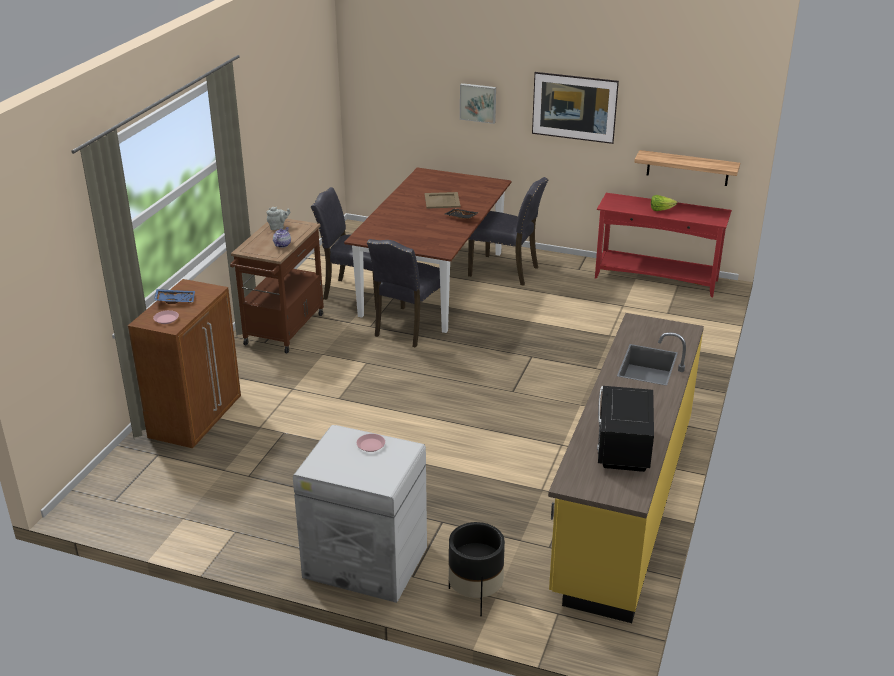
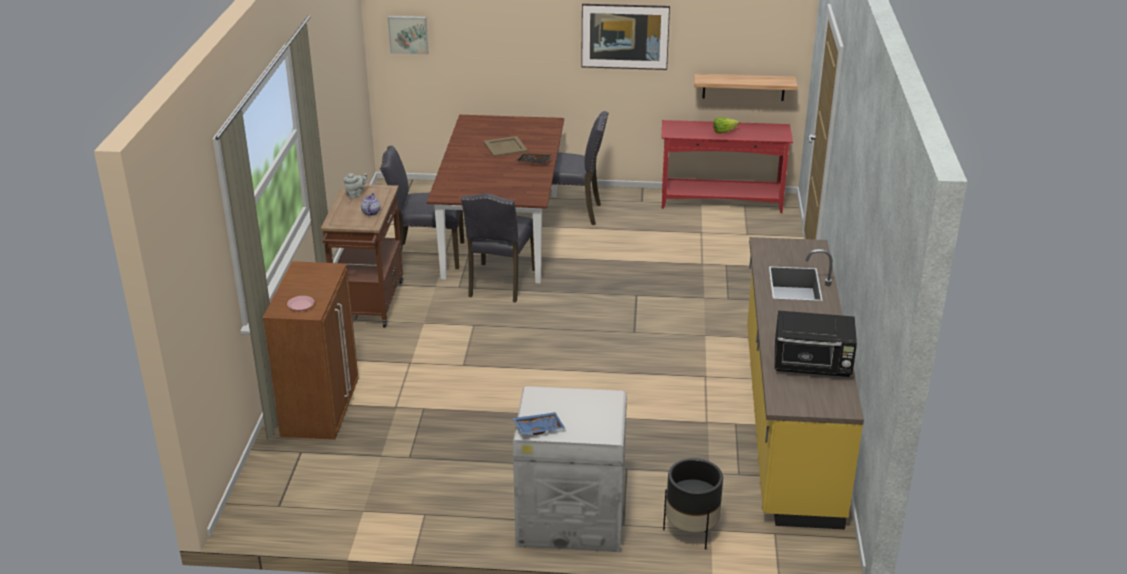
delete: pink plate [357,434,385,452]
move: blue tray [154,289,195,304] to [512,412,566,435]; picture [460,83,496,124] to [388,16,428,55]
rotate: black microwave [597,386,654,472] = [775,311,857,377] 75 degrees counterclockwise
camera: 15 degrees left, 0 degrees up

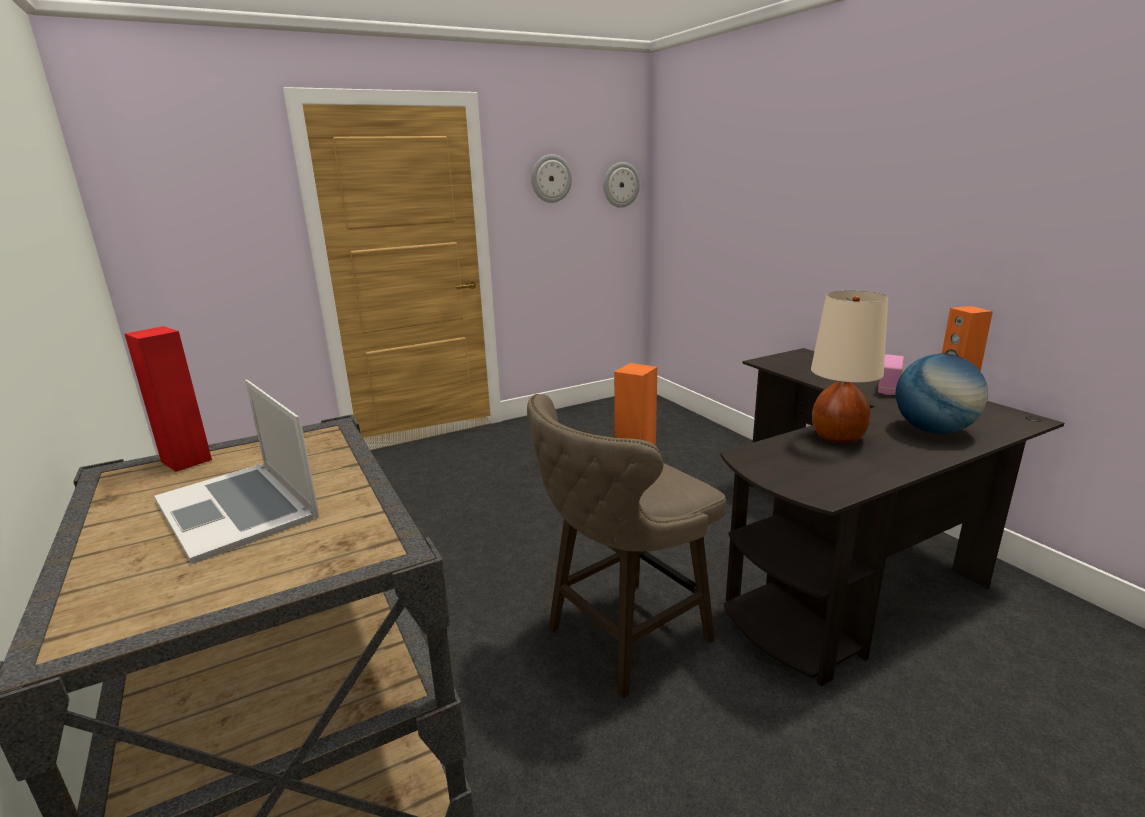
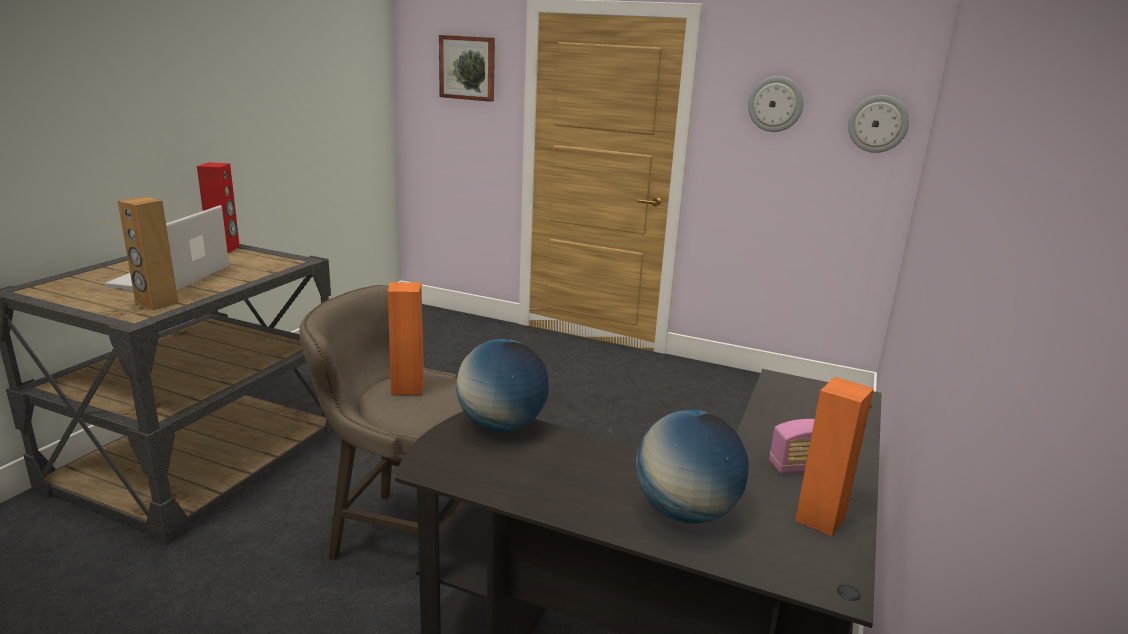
delete: beige table lamp [811,291,888,443]
insert: brown speaker [118,196,178,310]; picture [439,35,495,102]; globe [456,339,549,432]
camera: 50 degrees right, 0 degrees up

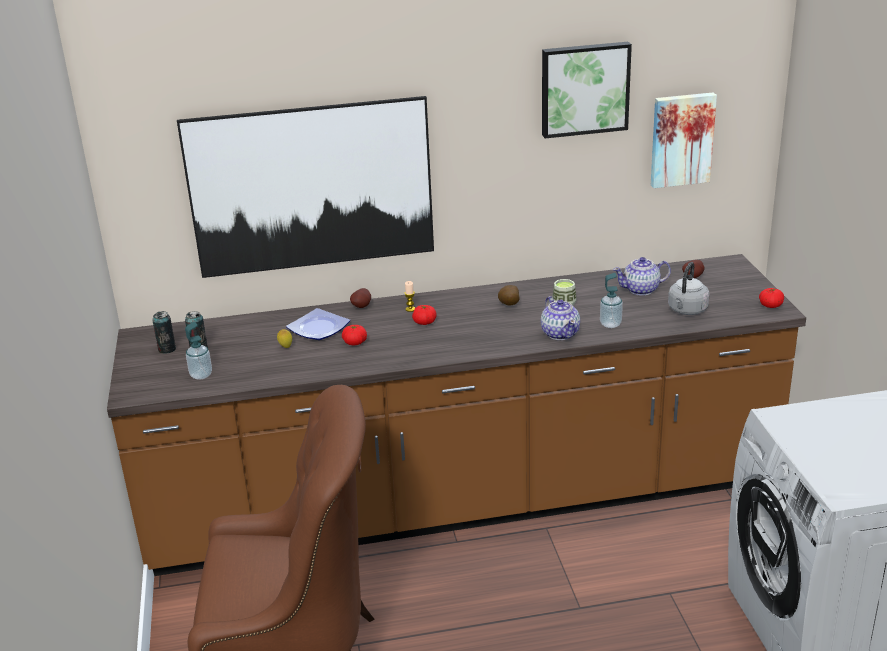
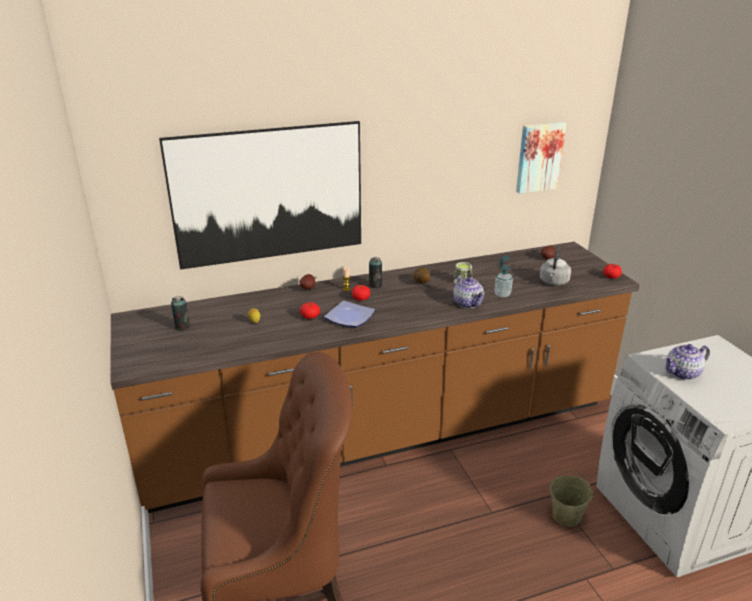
delete: soap dispenser [185,322,212,380]; picture [542,42,632,138]
insert: beige bucket [550,471,593,527]
move: can [152,311,176,354] to [369,257,382,289]; plate [286,308,350,340] to [324,301,375,327]; teapot [613,257,671,296] to [665,344,710,380]
camera: 10 degrees left, 0 degrees up

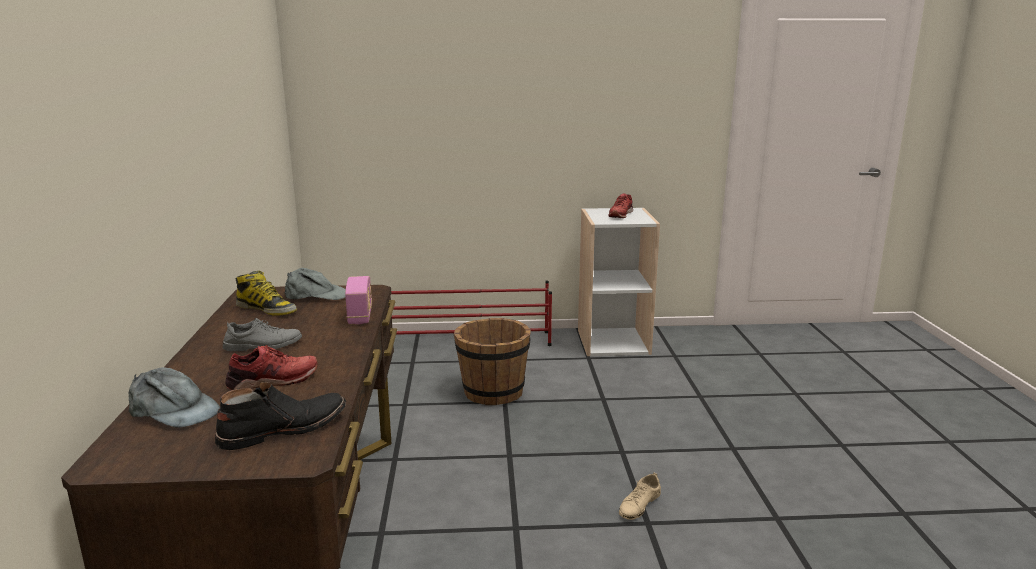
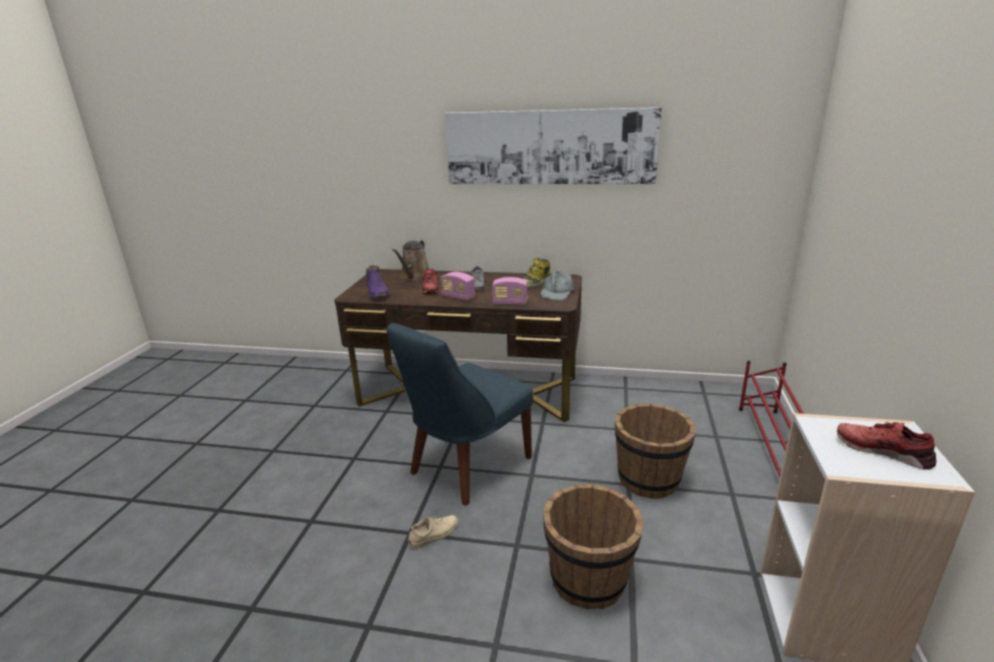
insert: blue chair [387,323,533,506]; radio [441,272,475,301]; picture [445,107,662,184]; brown bucket [543,484,644,609]
replace: grey cap [129,367,220,428] to brown watering can [392,240,429,280]
recolor: black boot [215,382,346,450] to purple boot [366,266,389,298]
rotate: beige shoe [619,472,661,520] = [408,515,458,548] 90 degrees clockwise
camera: 105 degrees right, 5 degrees up

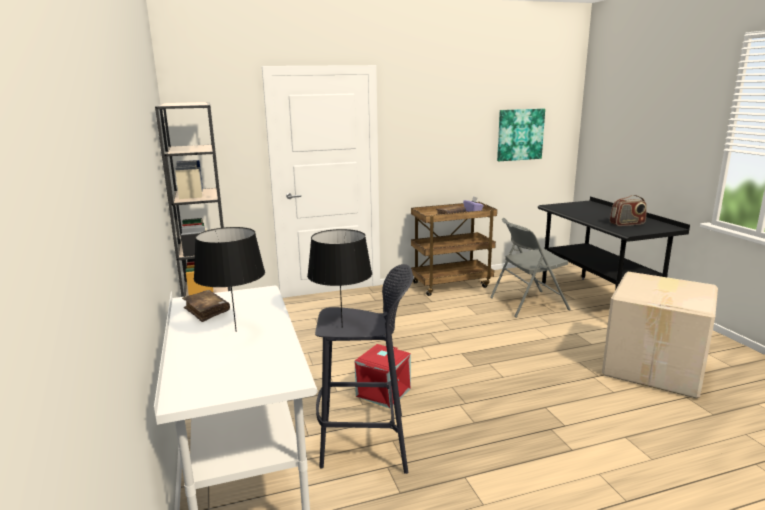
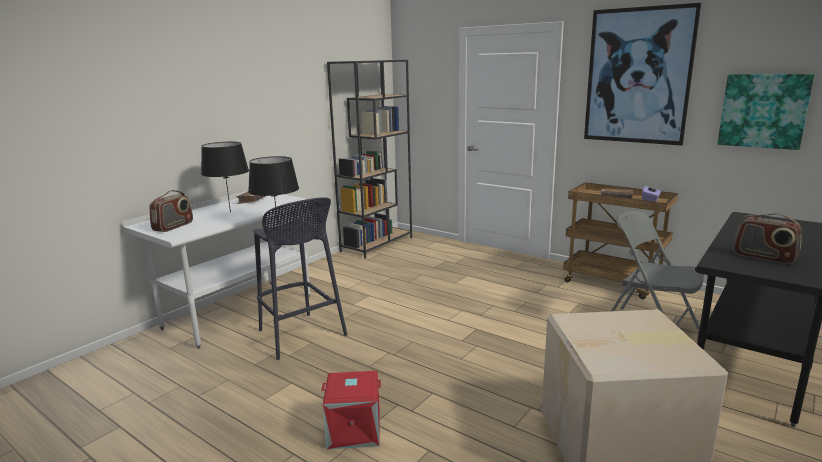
insert: radio [149,190,193,232]; picture [584,3,701,145]
move: red storage box [355,344,411,408] to [321,371,381,449]
camera: 55 degrees right, 0 degrees up

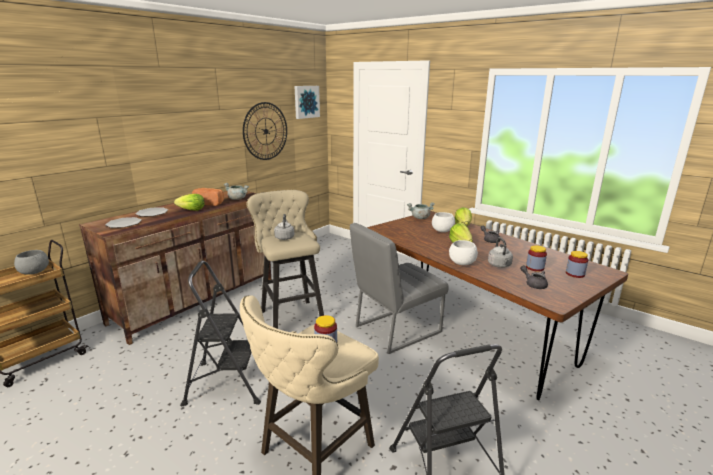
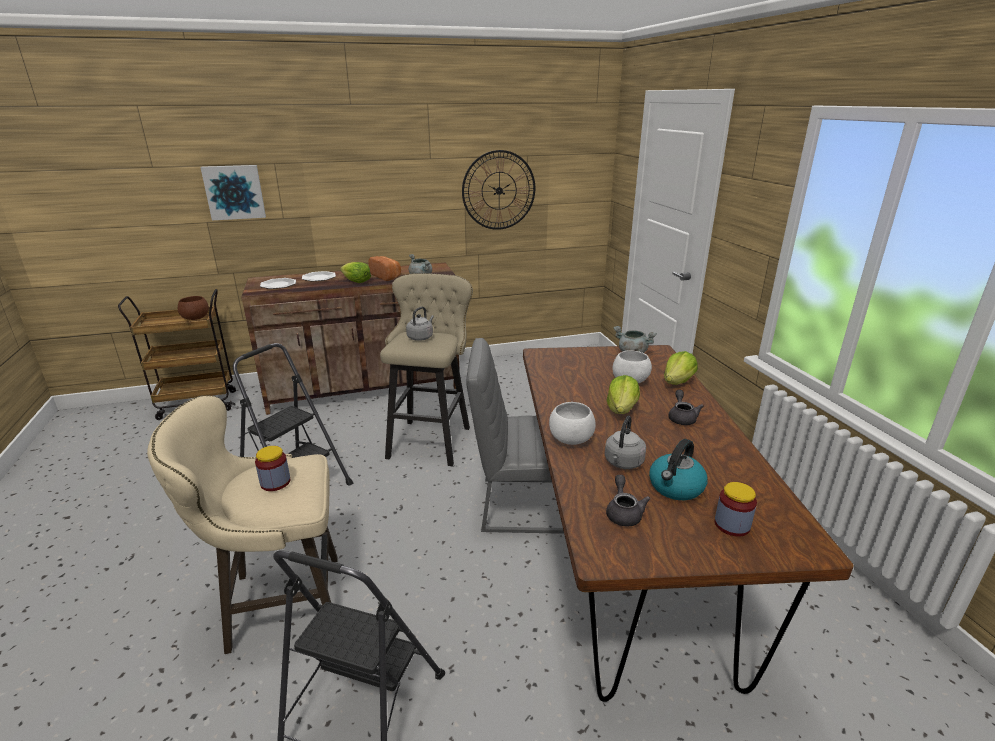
move: picture [294,86,320,119] to [200,165,266,220]
replace: jar [526,245,547,272] to kettle [649,439,708,500]
recolor: grey bowl [14,250,49,275] to brown bowl [178,296,209,320]
camera: 35 degrees right, 5 degrees up

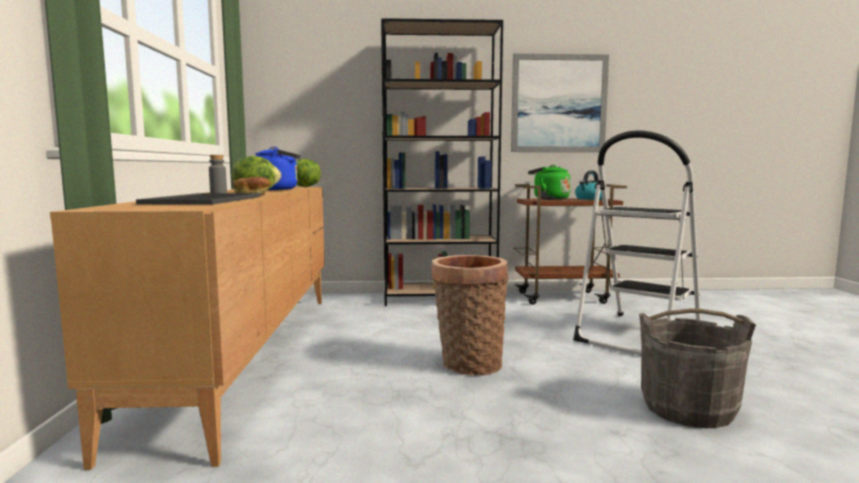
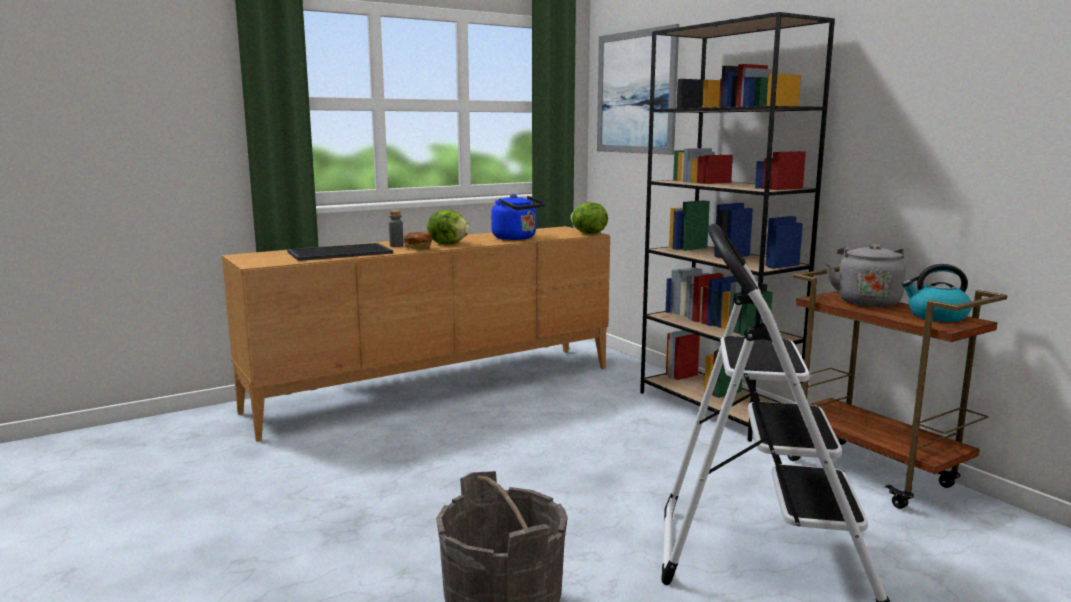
delete: basket [431,255,508,375]
move: picture [511,54,609,152] to [597,24,679,155]
recolor: green kettle [528,165,571,200] to grey kettle [826,244,906,307]
camera: 60 degrees right, 5 degrees up

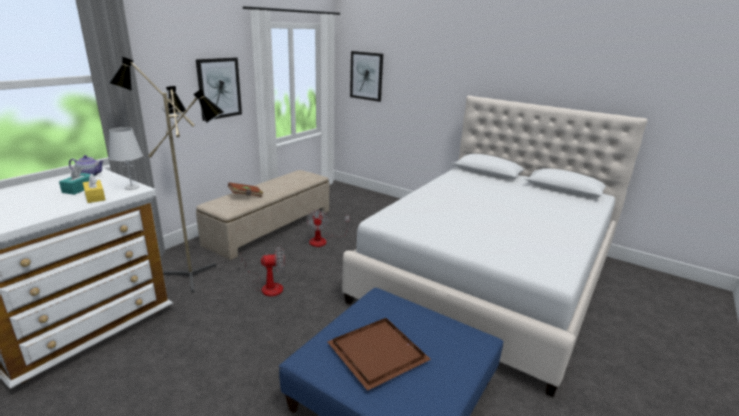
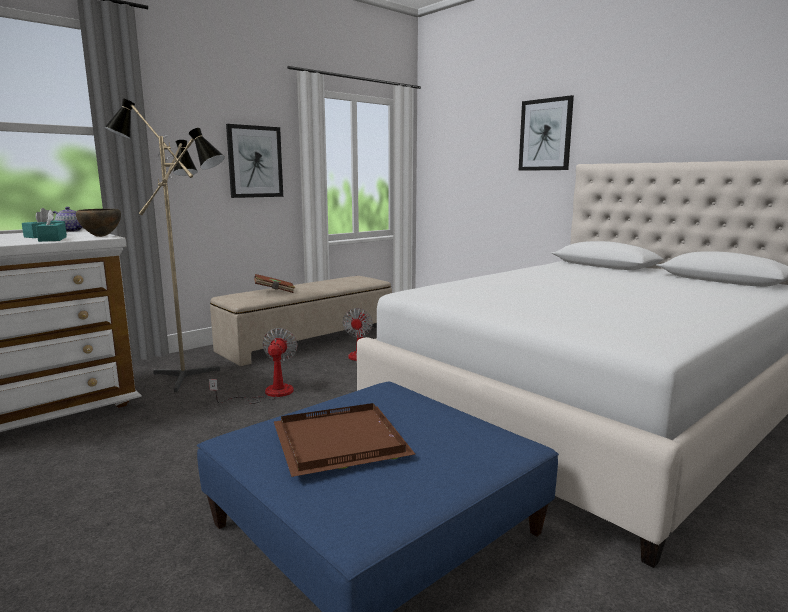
move: picture [350,51,383,102] to [519,95,574,171]
replace: white table lamp [109,127,143,190] to brown bowl [76,209,121,237]
recolor: yellow tissue box [83,174,105,203] to turquoise tissue box [36,210,66,242]
rotate: fan [240,247,285,296] = [209,328,298,404] 90 degrees counterclockwise
camera: 15 degrees right, 10 degrees down

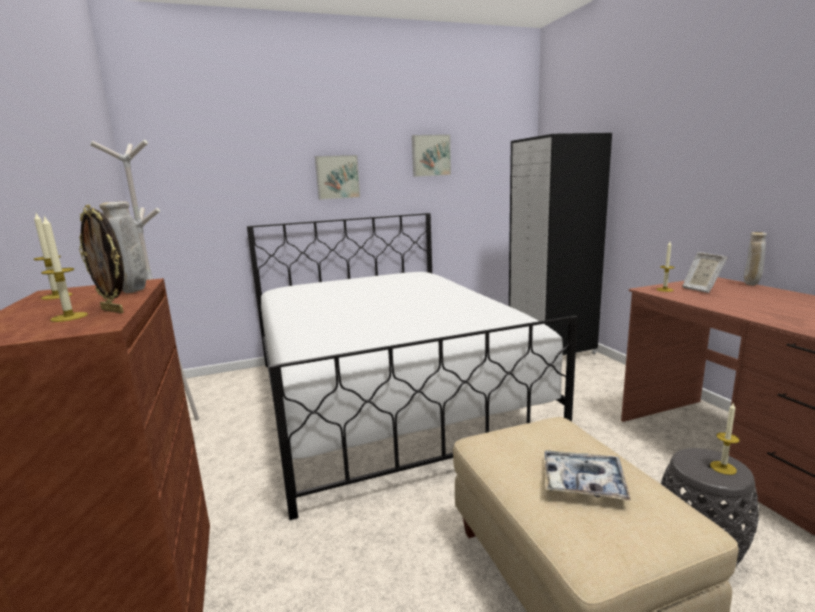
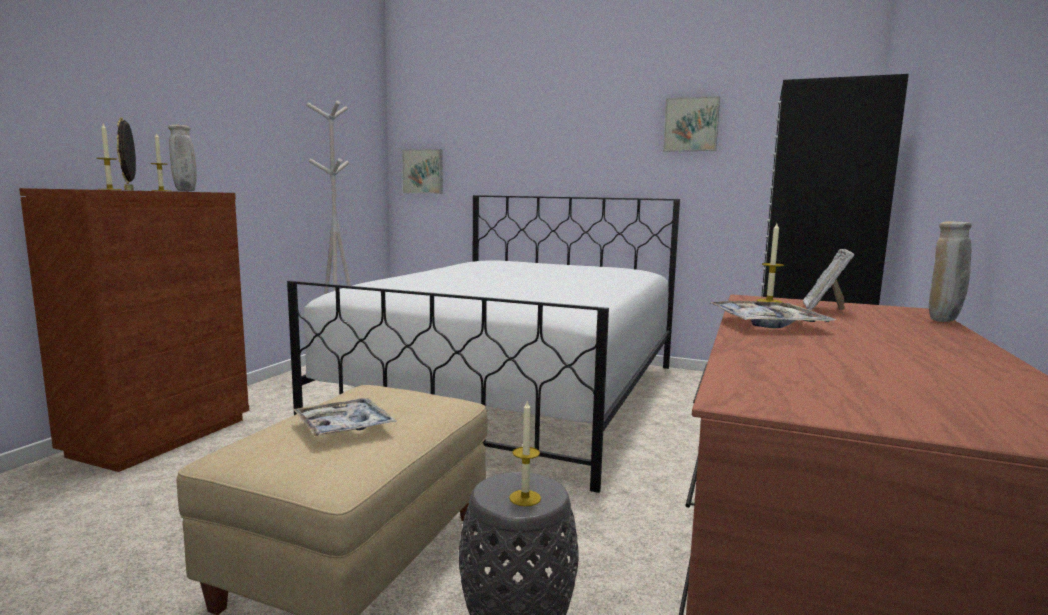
insert: tray [708,301,836,328]
move: picture [315,155,360,200] to [402,149,443,194]
camera: 40 degrees right, 5 degrees down

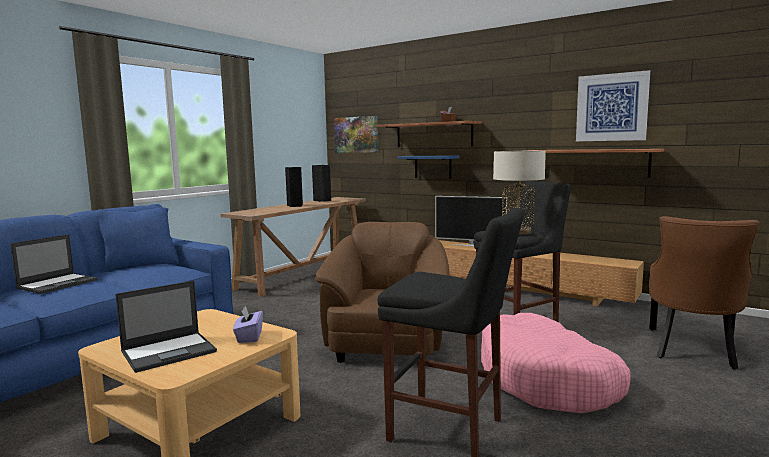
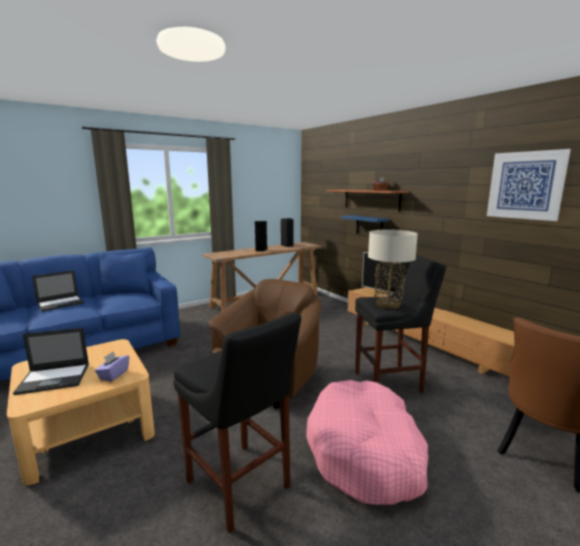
delete: picture [334,116,378,153]; shelf [525,149,665,178]
camera: 20 degrees right, 5 degrees up

